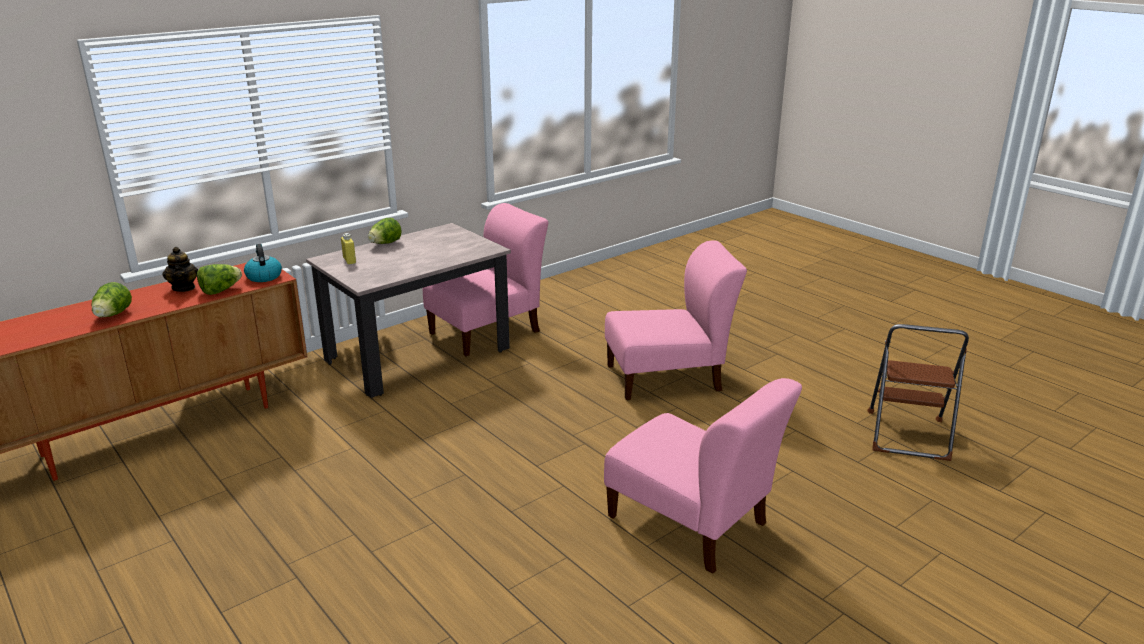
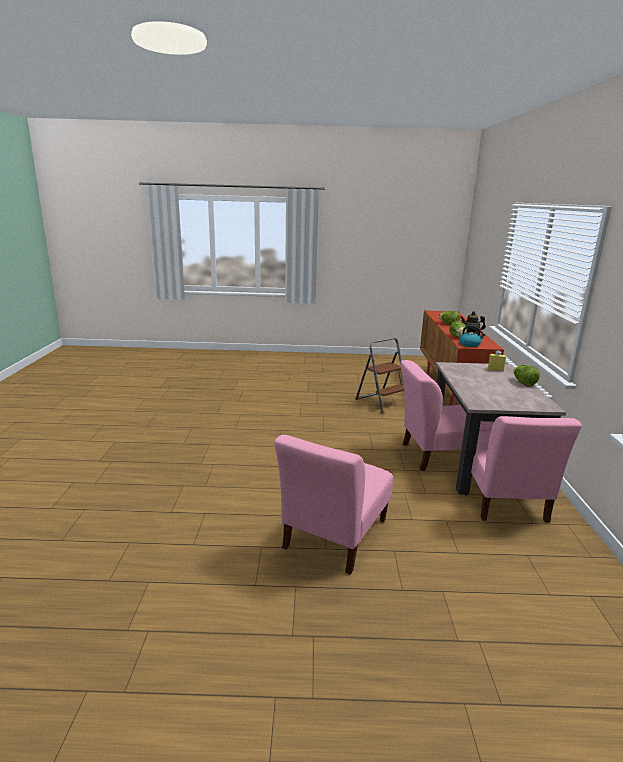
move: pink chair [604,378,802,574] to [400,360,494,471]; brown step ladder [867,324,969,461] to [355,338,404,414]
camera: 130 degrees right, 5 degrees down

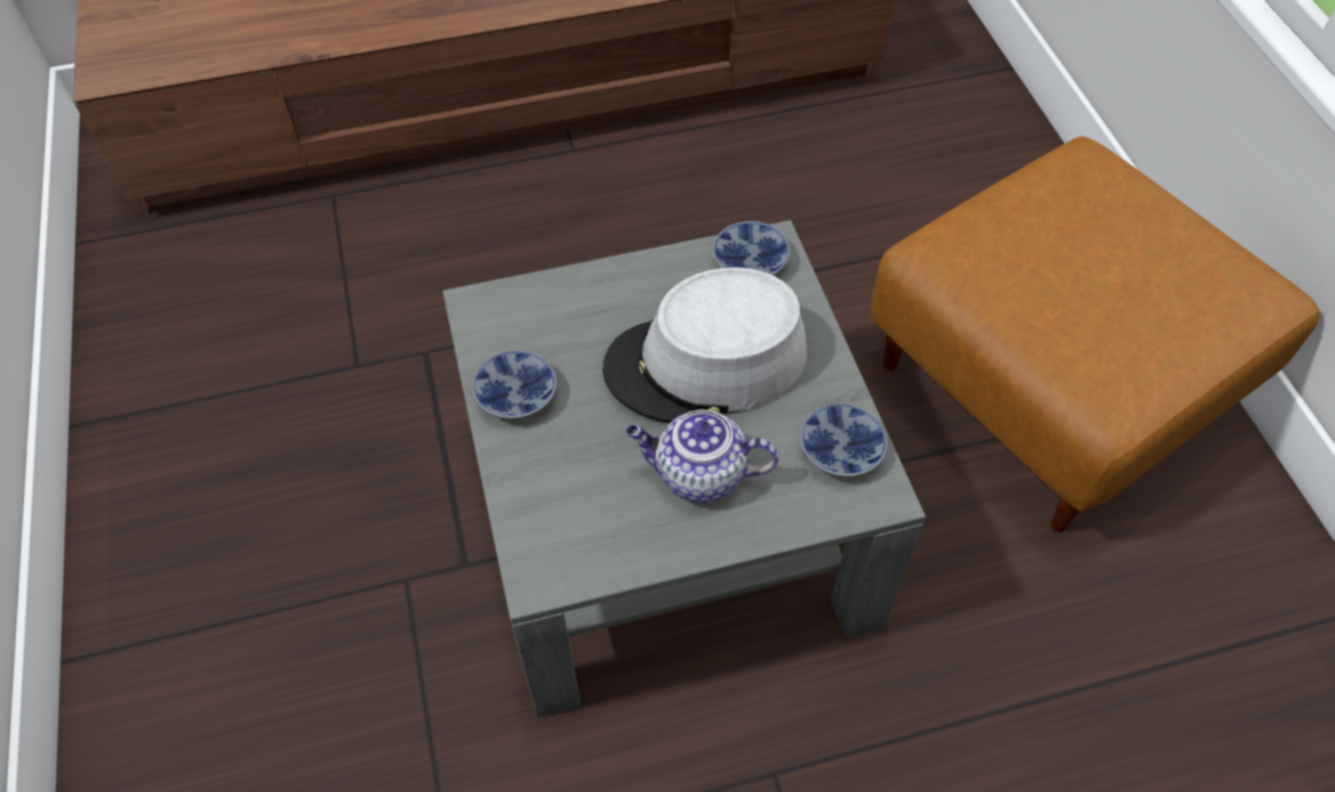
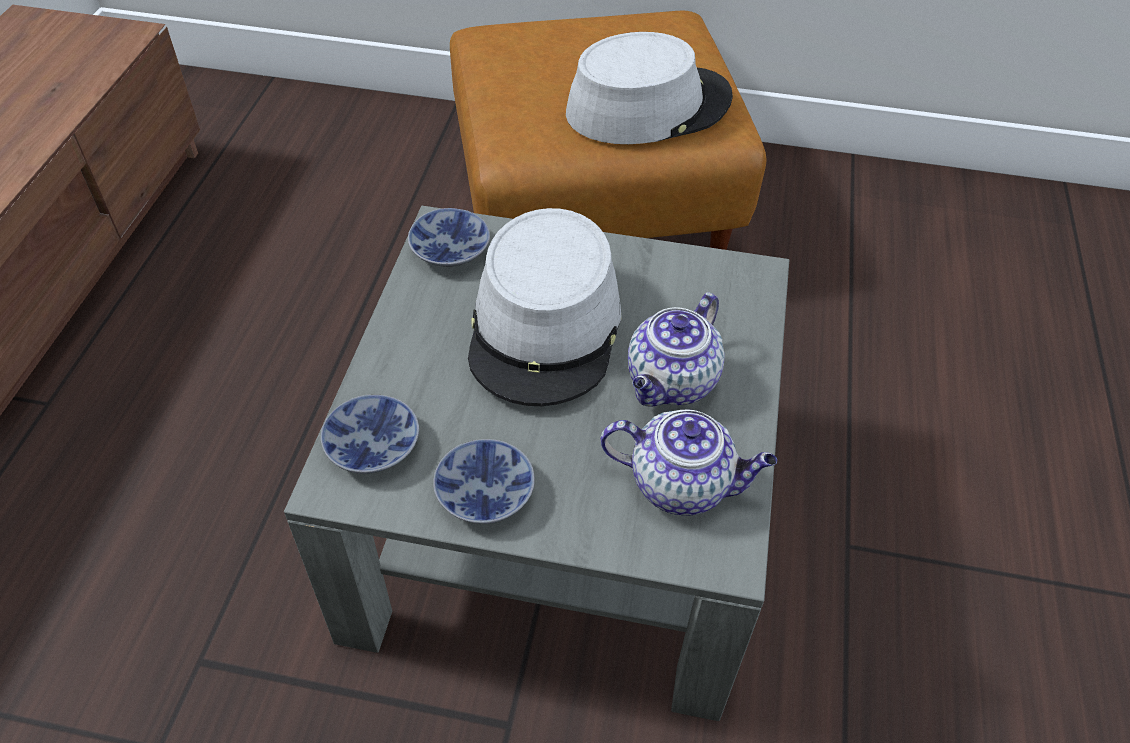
insert: grey hat [566,32,733,144]; teapot [600,409,777,515]
move: bowl [800,403,887,477] to [321,395,419,474]
camera: 65 degrees left, 5 degrees down

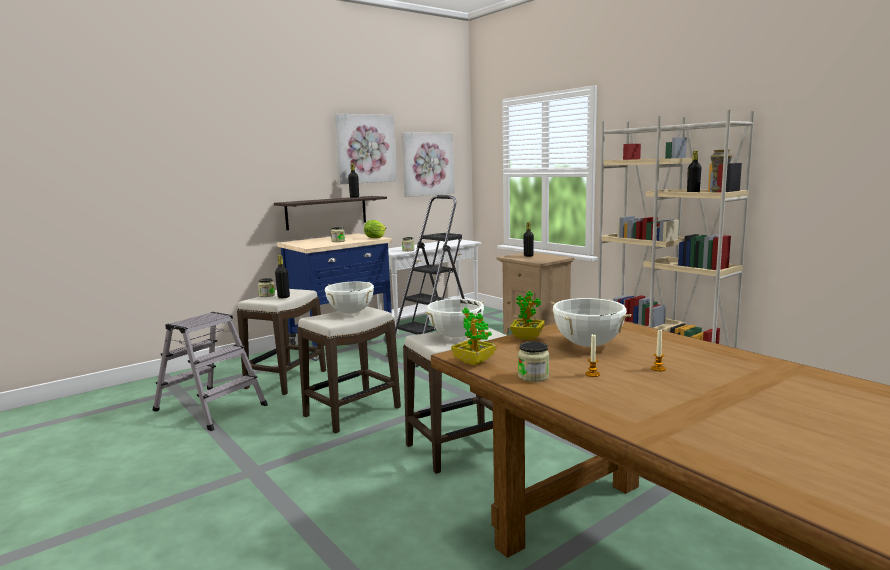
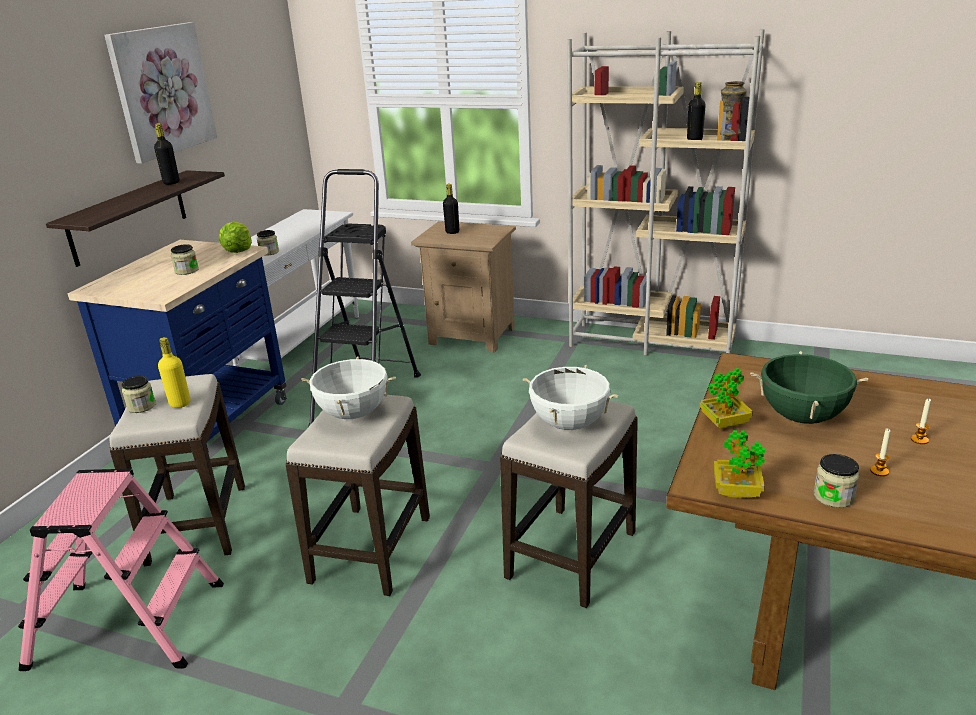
delete: picture [401,132,455,197]
recolor: grey step ladder [153,312,268,431] to pink step ladder [18,469,224,671]; black bottle [275,255,290,298] to yellow bottle [158,337,190,408]; white cooking pot [551,298,632,347] to green cooking pot [750,351,868,424]
camera: 30 degrees left, 15 degrees up

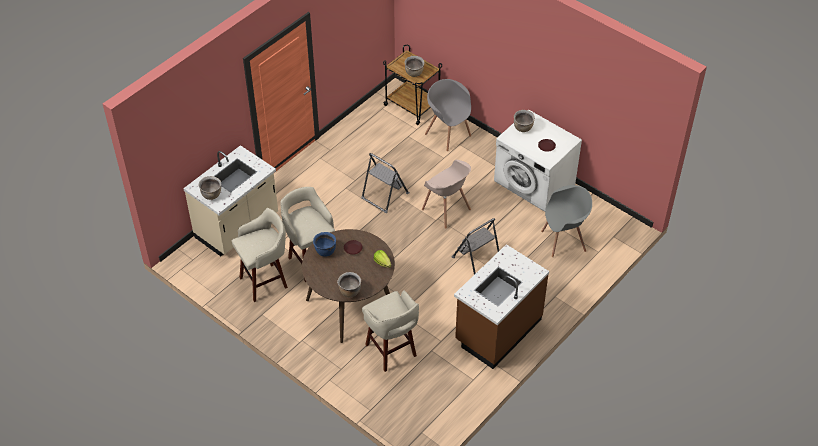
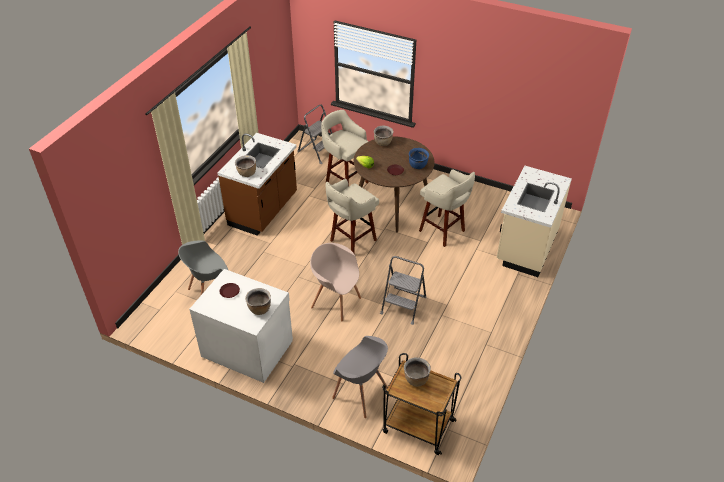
move: brown cooking pot [199,176,221,200] to [235,155,256,177]; beige stool [232,208,288,302] to [325,179,379,253]; grey step ladder [451,218,499,275] to [297,104,332,164]
camera: 165 degrees right, 5 degrees down

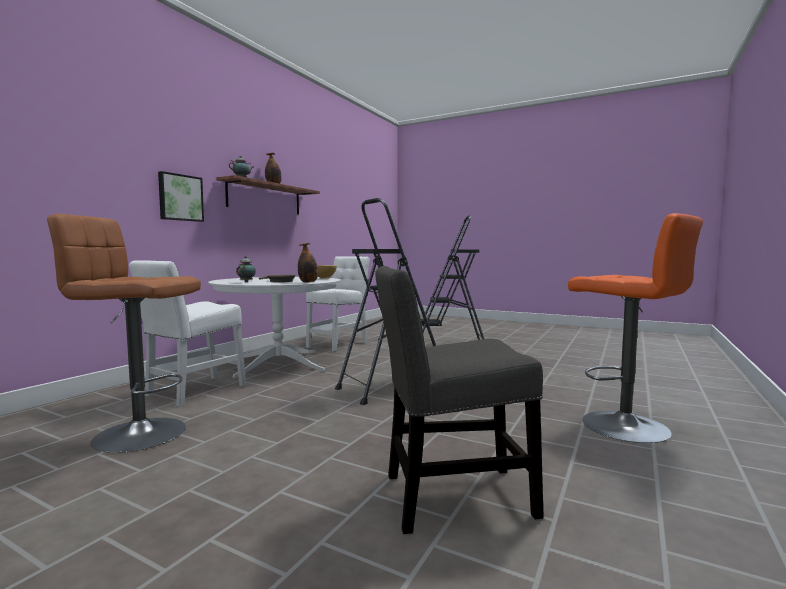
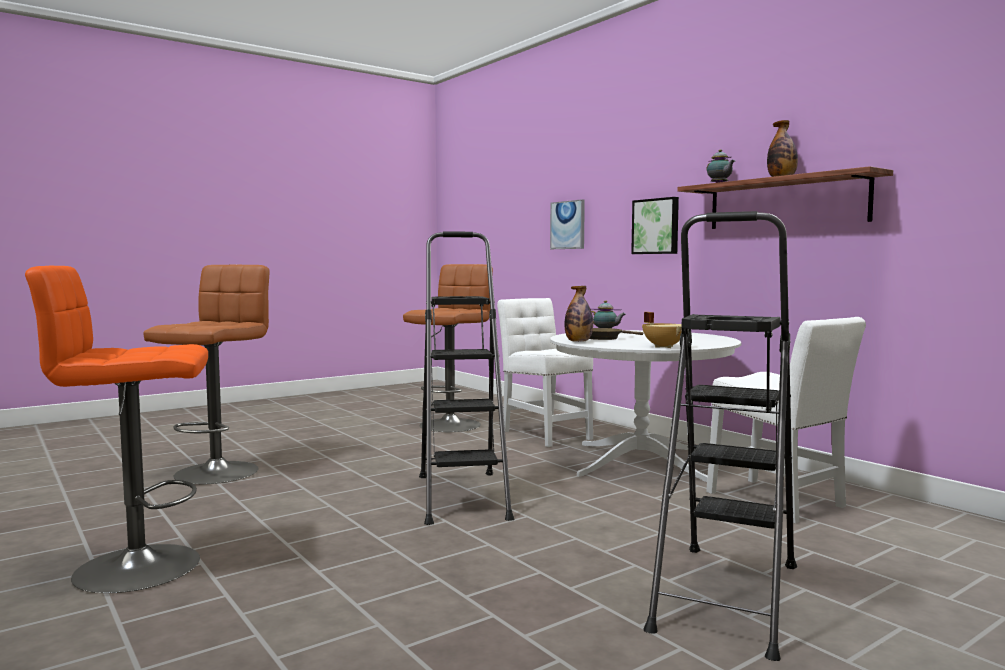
insert: picture [550,199,585,249]
replace: grey chair [375,266,544,534] to brown stool [143,265,269,484]
camera: 115 degrees right, 0 degrees up

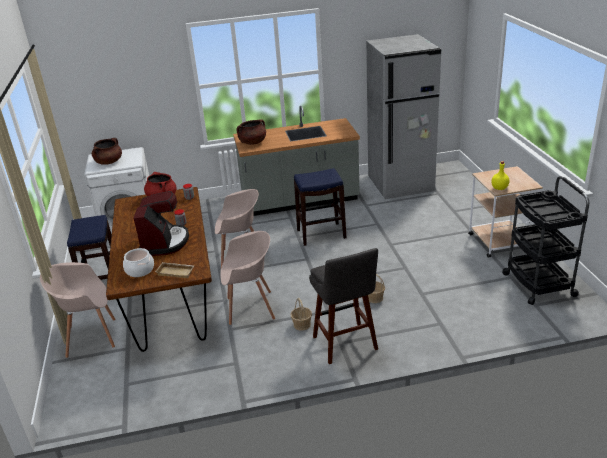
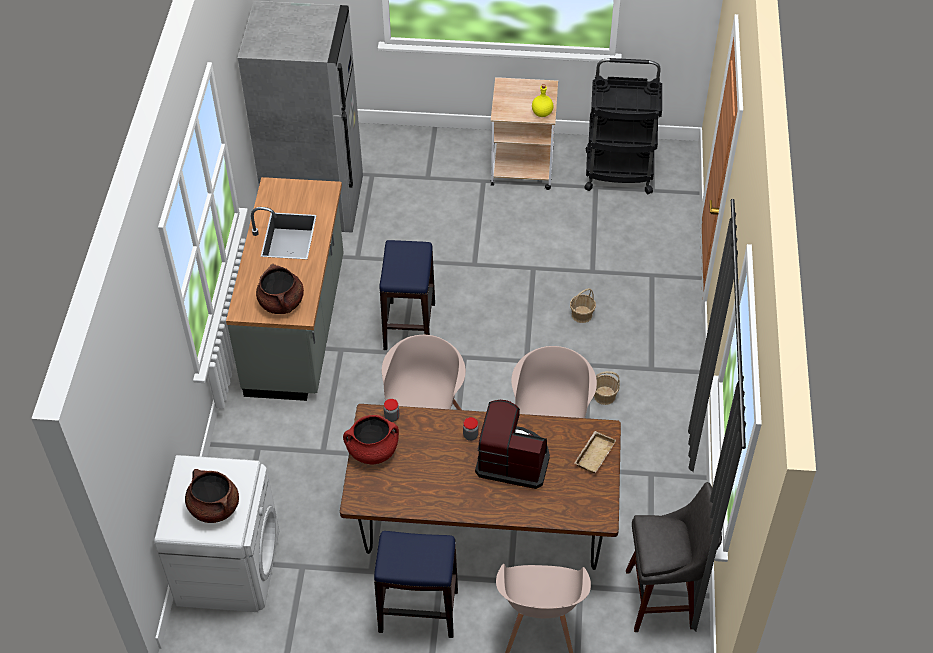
delete: cooking pot [123,248,154,277]
move: grey stool [309,248,378,364] to [626,482,722,632]
camera: 75 degrees left, 20 degrees up

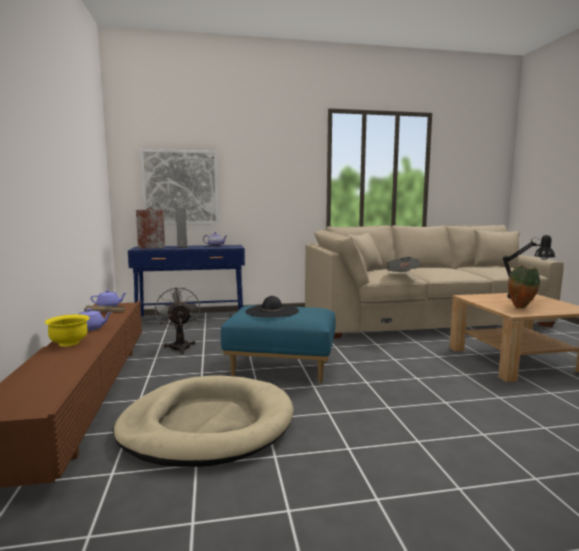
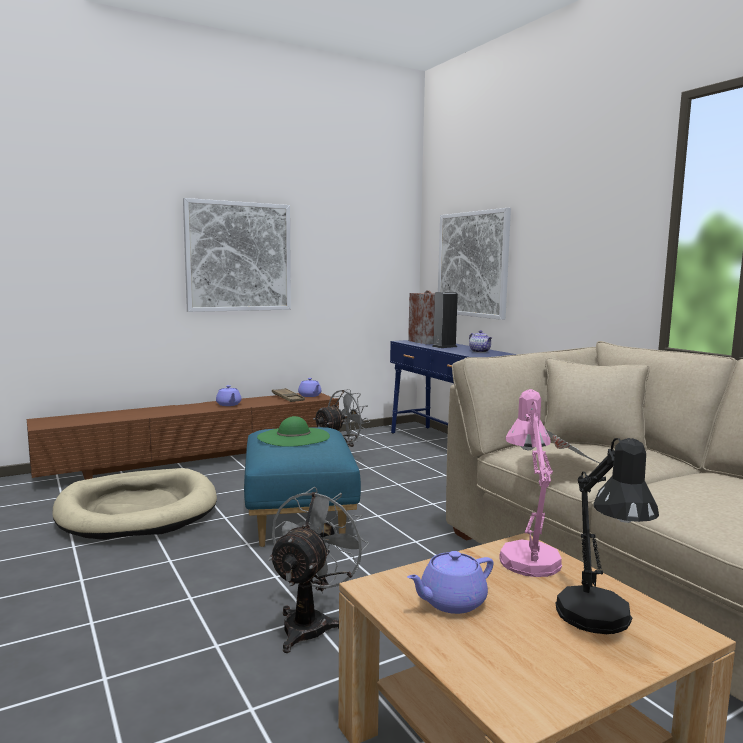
delete: yellow bowl [45,314,90,347]
insert: picture [183,198,291,312]; grey fan [268,487,369,653]; pink table lamp [500,389,562,577]
replace: vase [508,265,540,308] to purple teapot [407,551,493,614]
recolor: black hat [245,296,299,318] to green hat [257,416,330,447]
camera: 70 degrees right, 0 degrees up

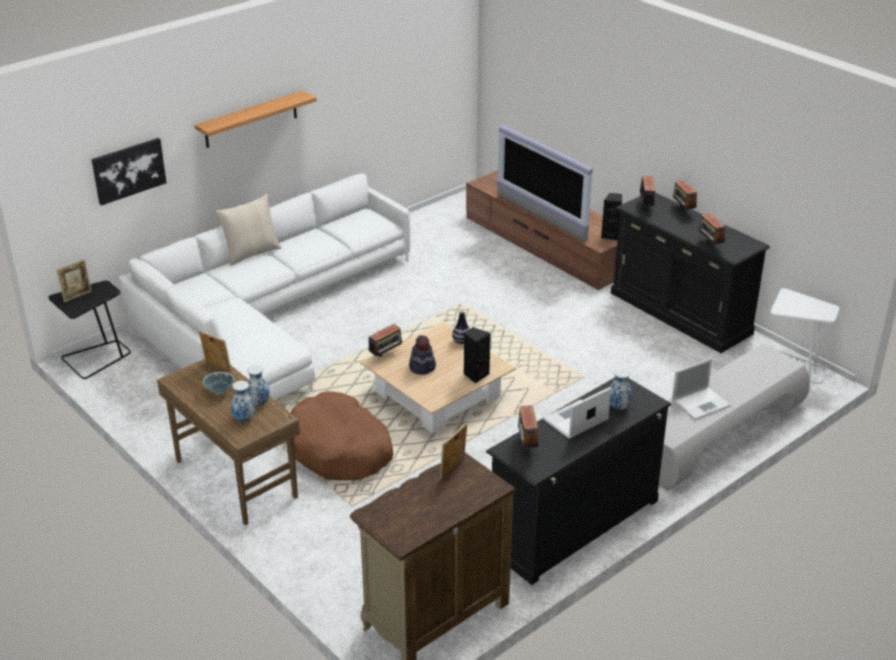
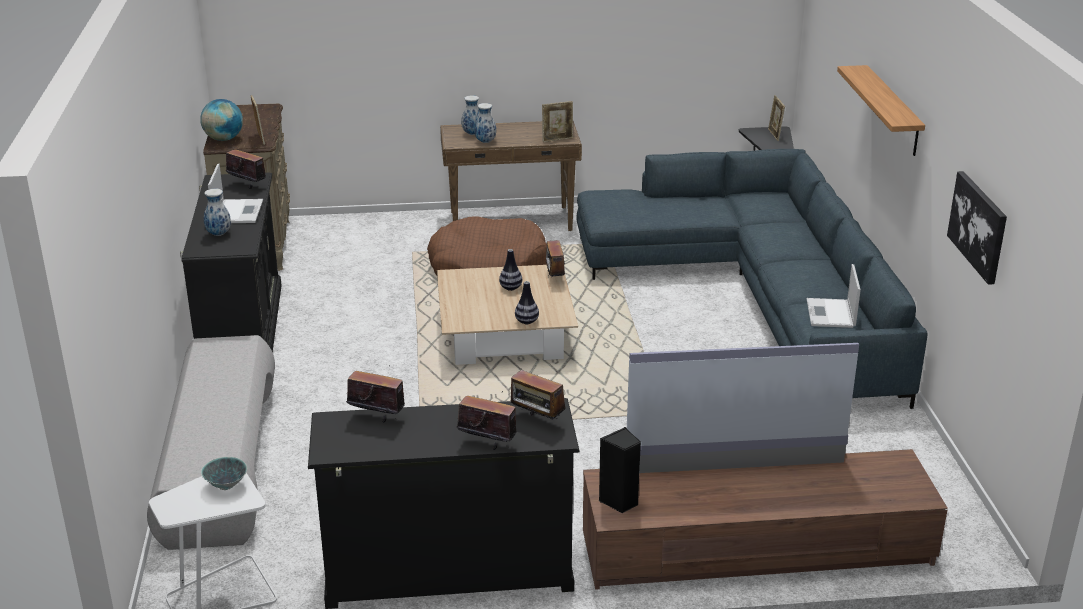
delete: beige pillow [216,194,281,266]; black speaker [464,327,491,383]
insert: globe [200,99,243,141]
move: picture [92,138,167,205] to [947,171,1007,285]; bowl [203,372,234,394] to [201,457,247,490]; laptop [672,358,731,420] to [806,264,861,328]
replace: hat [409,335,436,375] to vase [499,249,522,291]
recolor: white sofa [118,173,410,400] to blue sofa [576,149,928,409]
camera: 125 degrees right, 5 degrees down

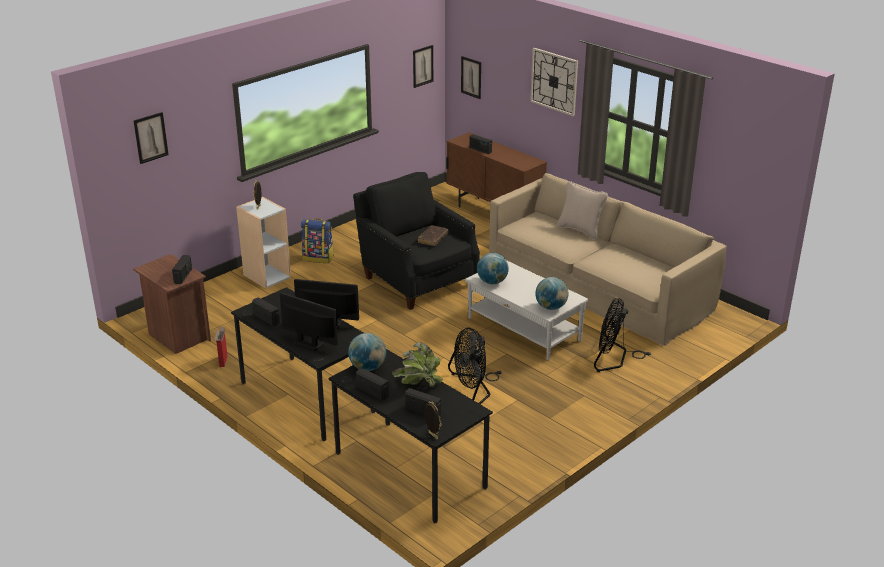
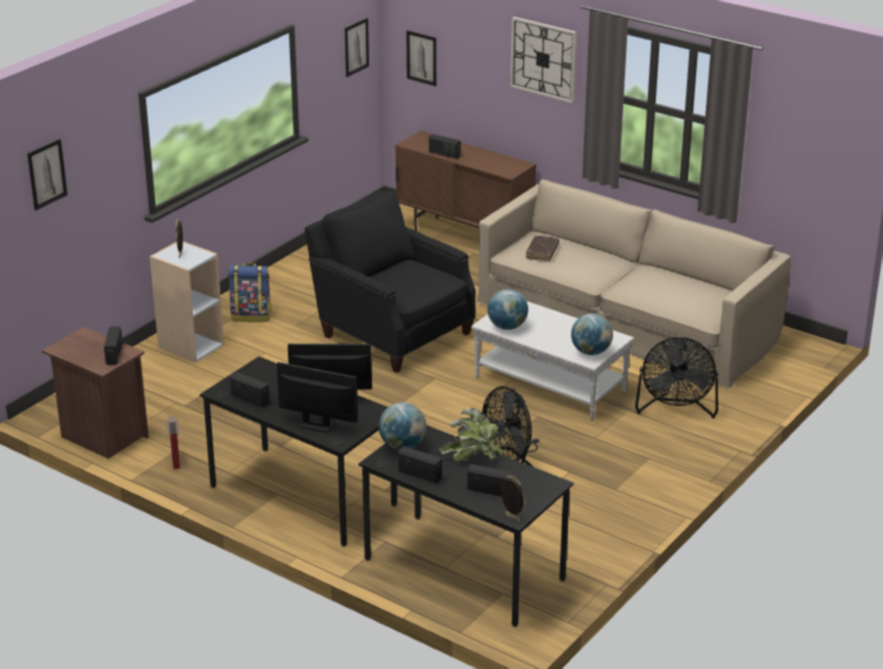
delete: beige pillow [557,181,608,239]
move: brown book [418,225,449,246] to [526,236,559,261]
rotate: black fan [594,298,651,373] = [635,337,718,419] 90 degrees counterclockwise
camera: 10 degrees left, 0 degrees up

